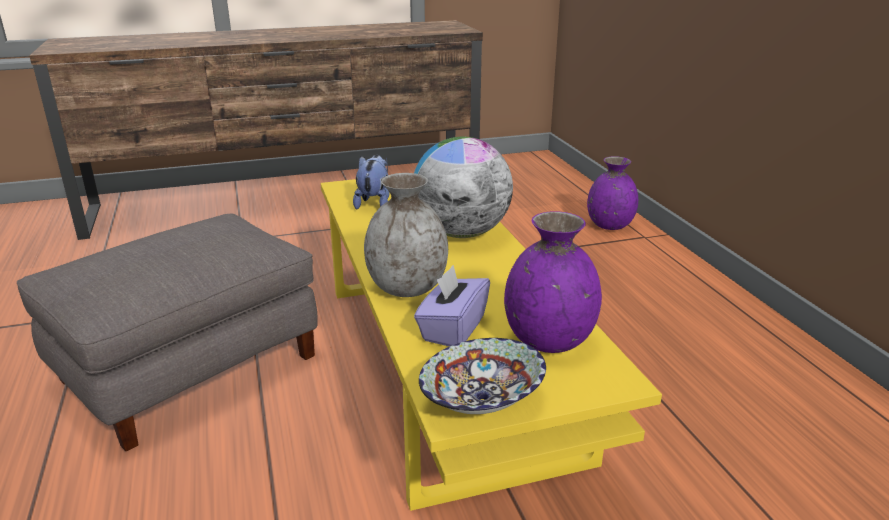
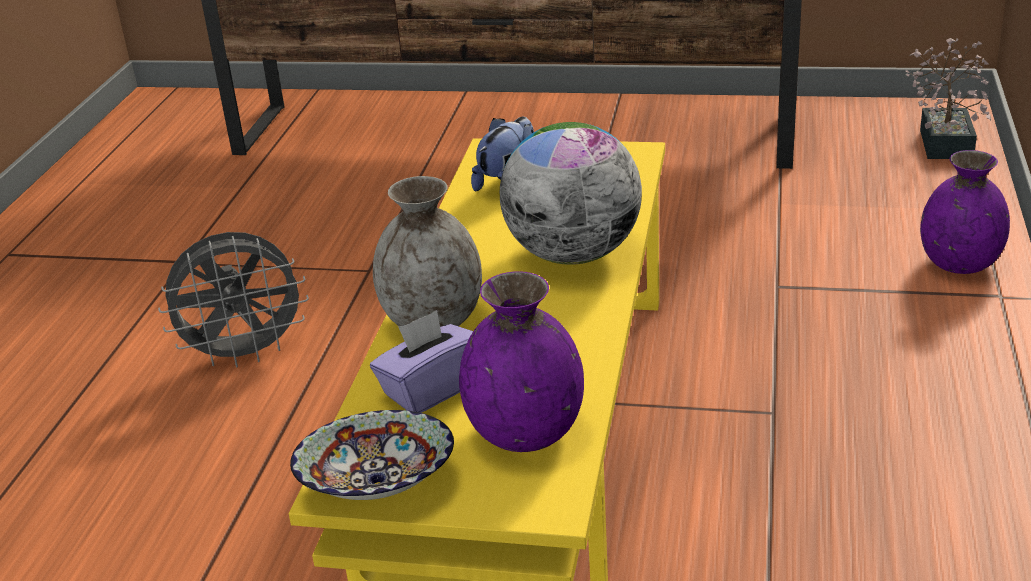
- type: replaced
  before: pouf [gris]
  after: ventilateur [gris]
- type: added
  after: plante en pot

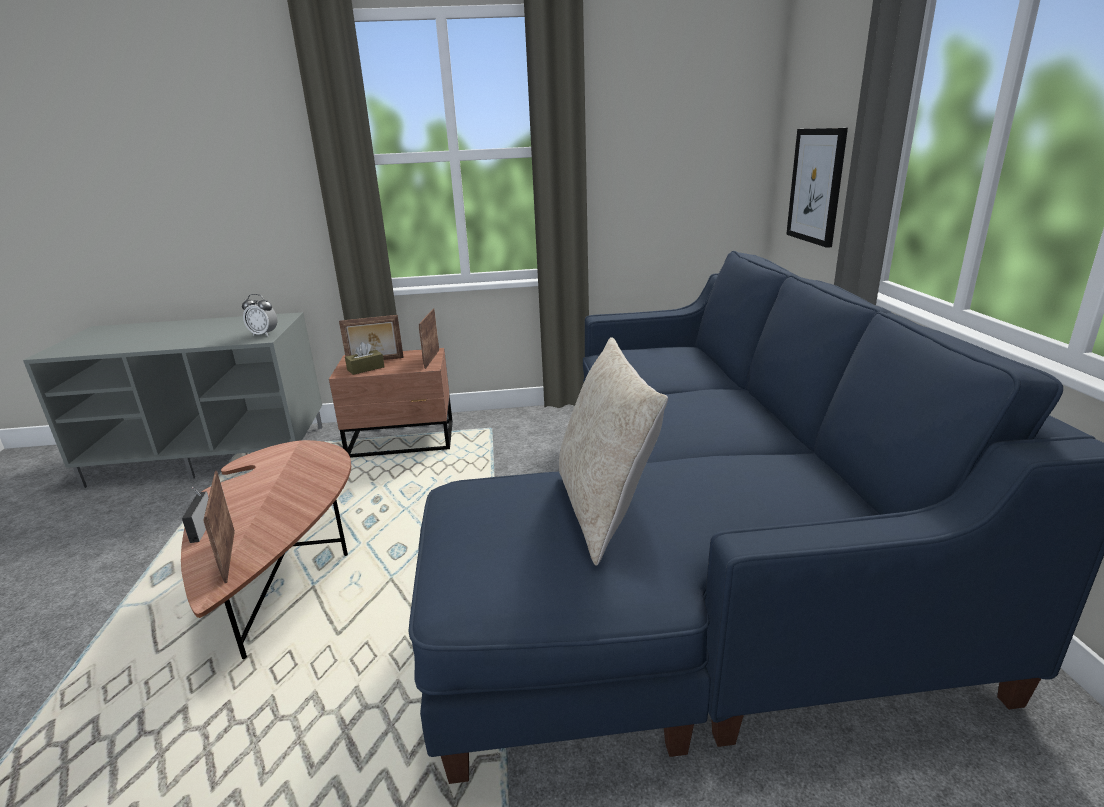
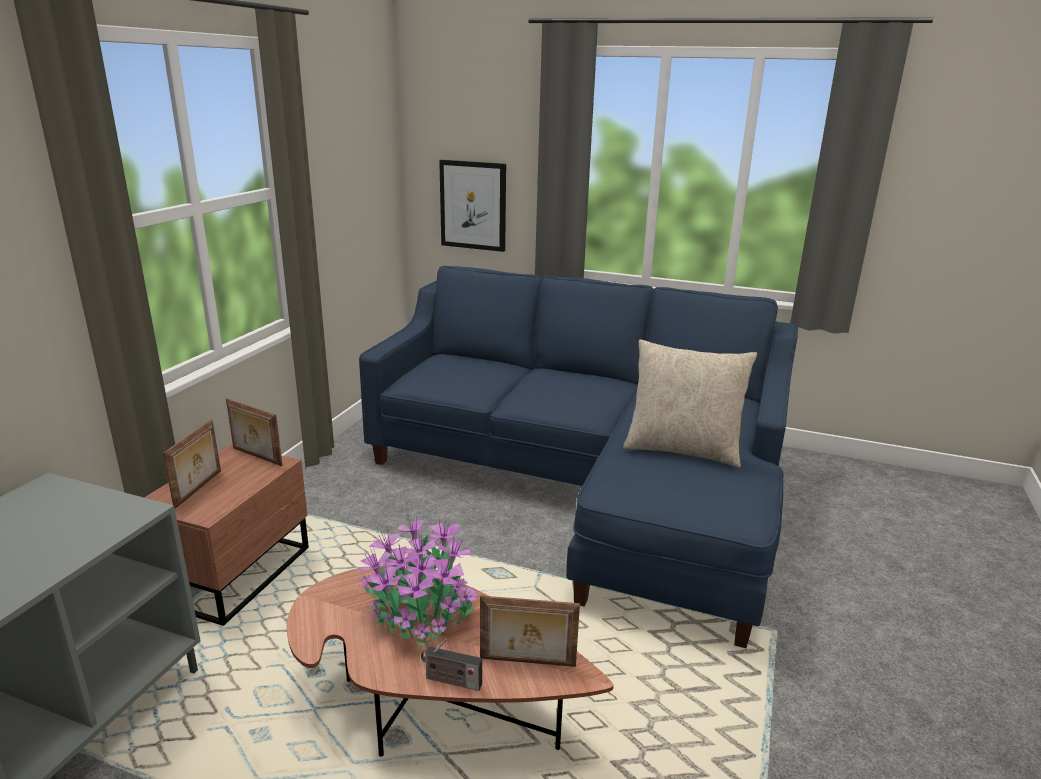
- type: removed
  before: réveil
- type: removed
  before: boîte à mouchoirs [marron]
- type: added
  after: plante en pot

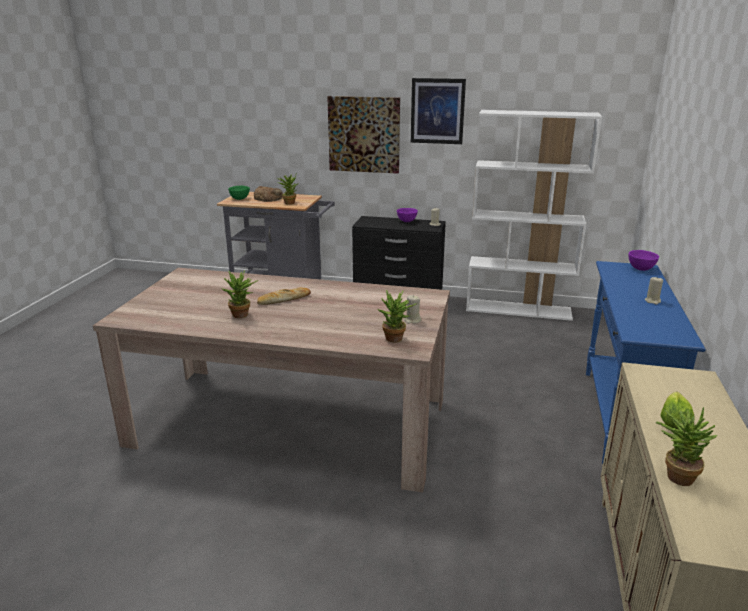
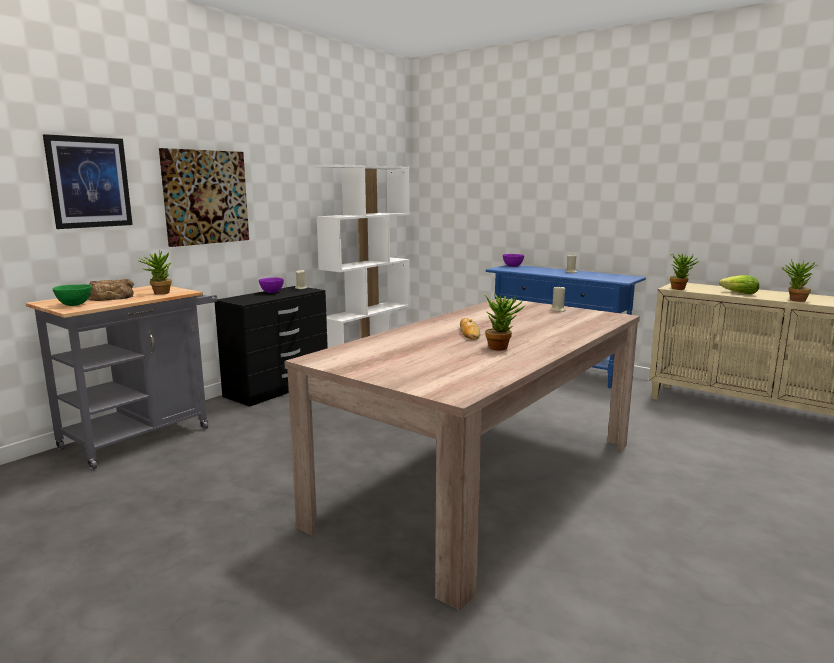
- type: moved
  before: plante en pot (3rd from left)
- type: moved
  before: tableau (2nd from left in the first image)
  after: tableau (1st from left)

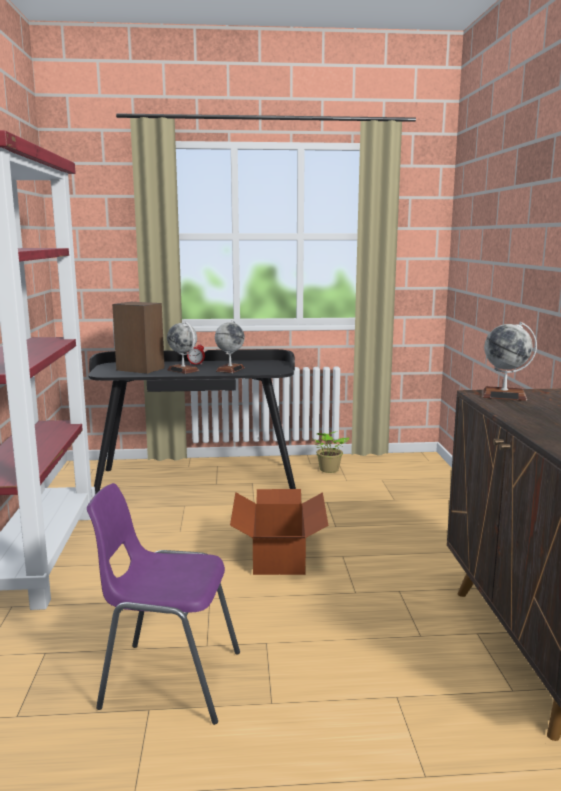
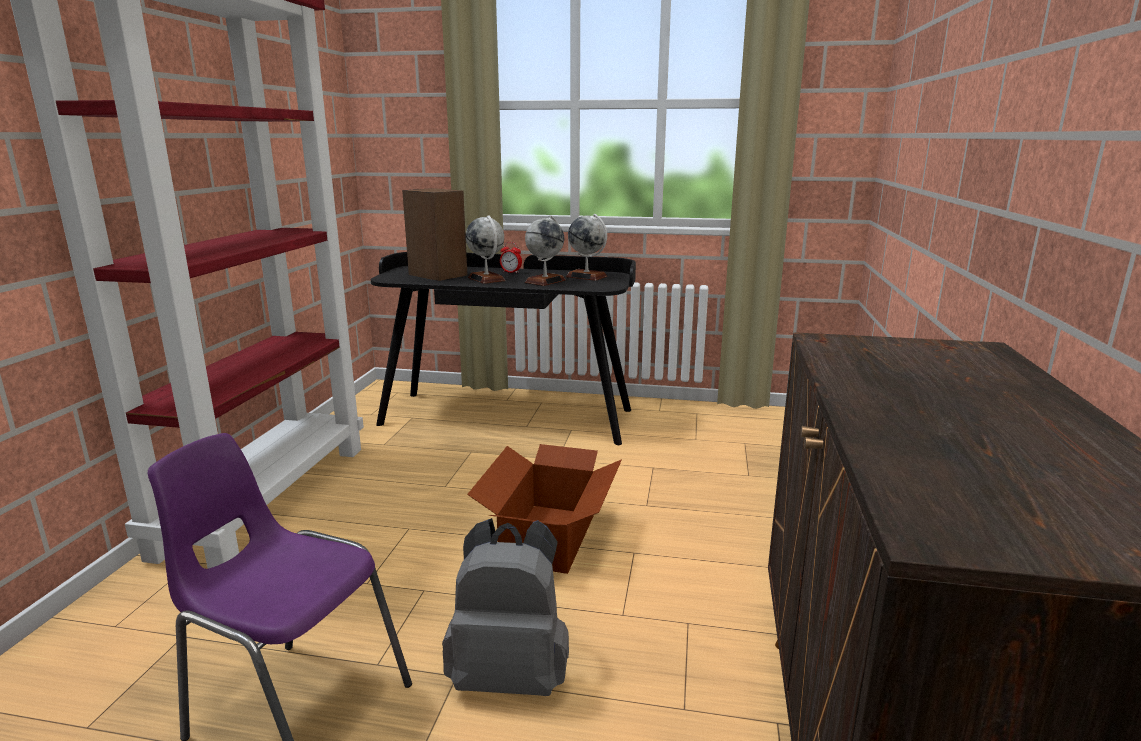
- type: removed
  before: plante en pot
- type: moved
  before: globe (3rd from left)
- type: added
  after: sac à dos [gris]

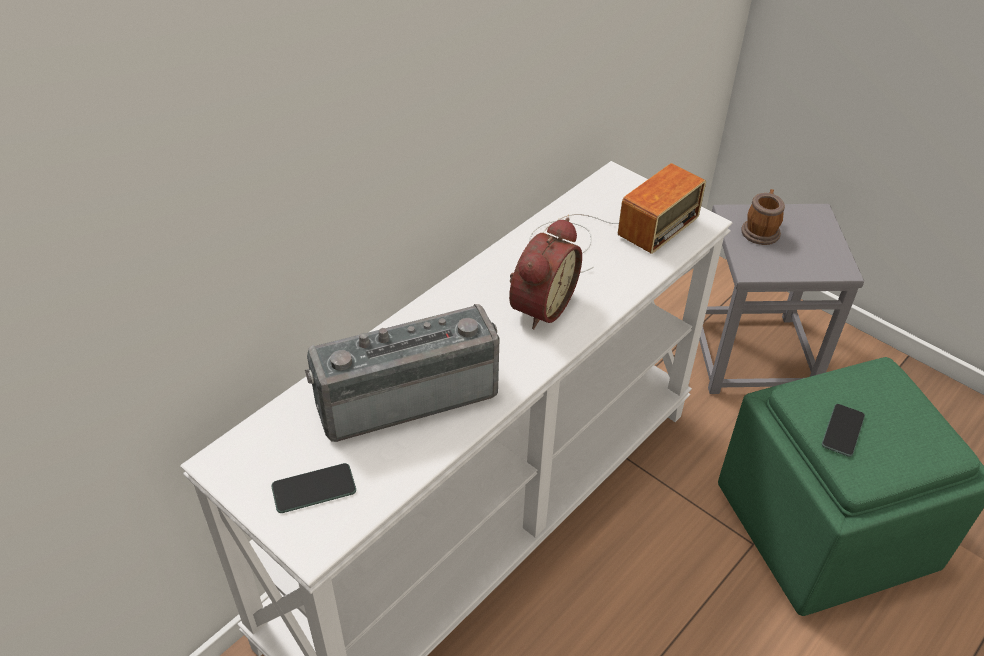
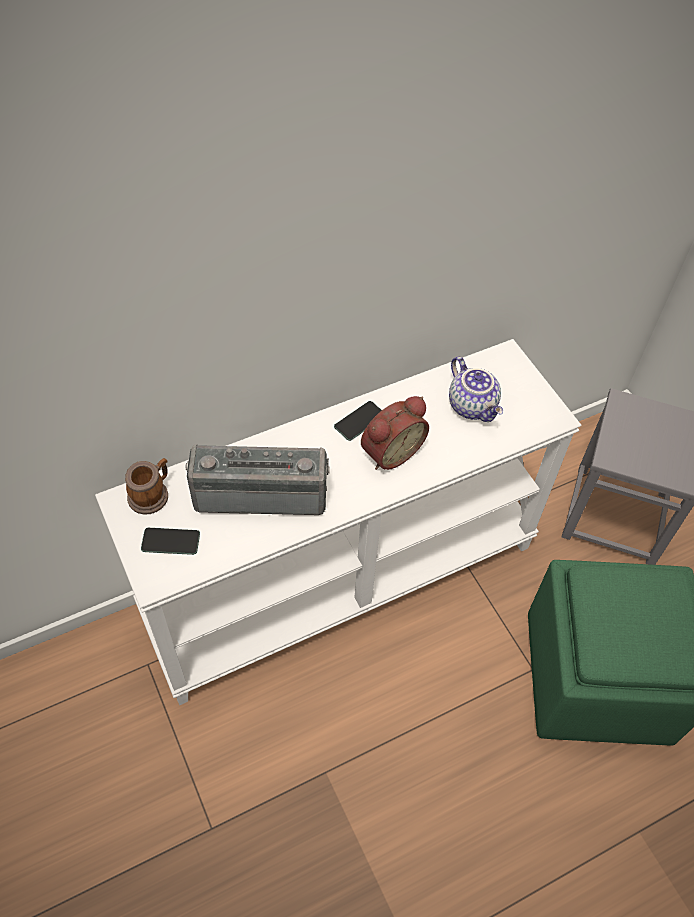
- type: replaced
  before: radio (2nd from left)
  after: théière
- type: moved
  before: mug
- type: moved
  before: téléphone (2nd from left)

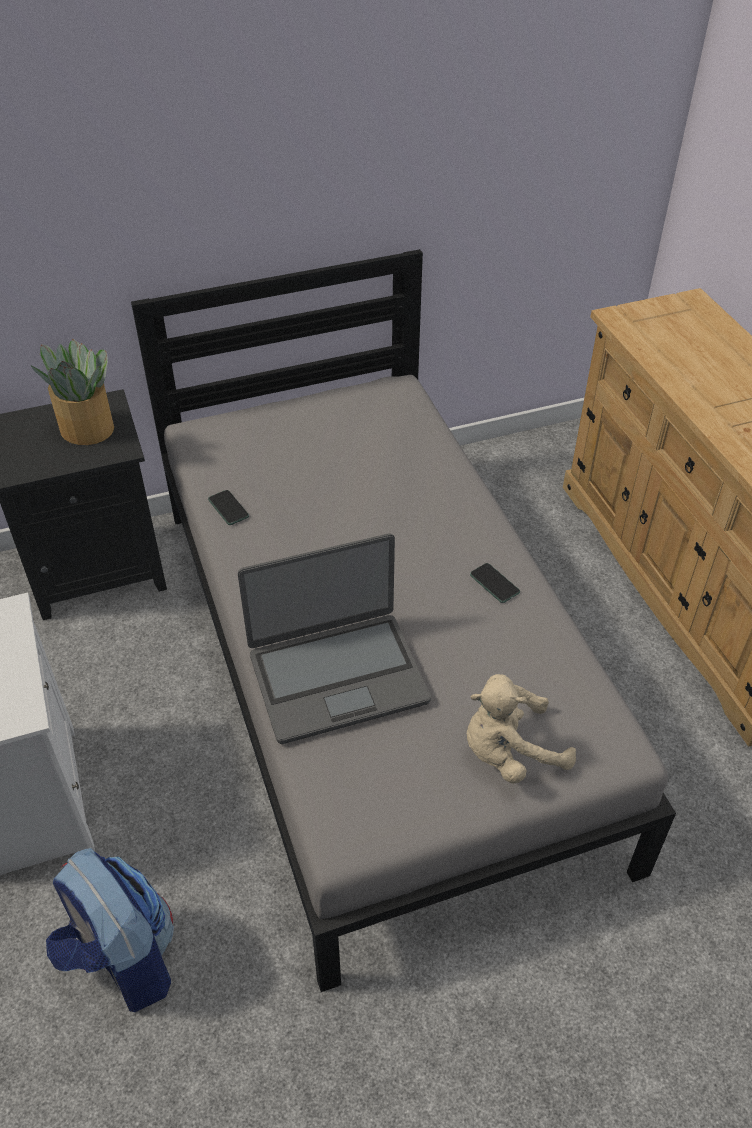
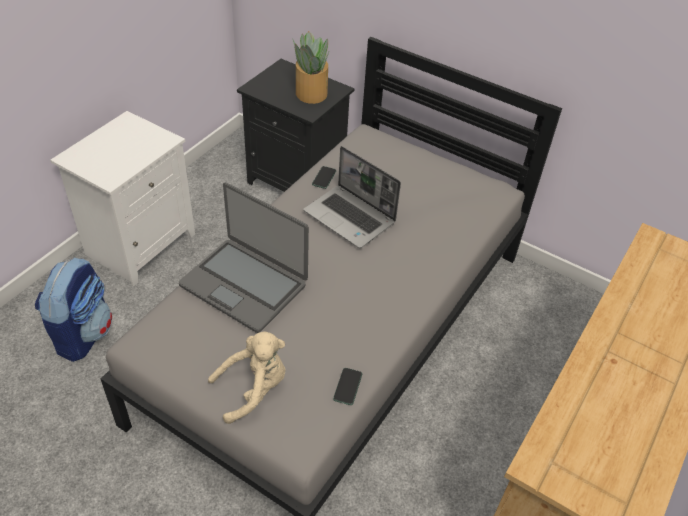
- type: turned
  before: peluche [beige]
  turn: 120
- type: moved
  before: téléphone (2nd from left)
- type: added
  after: ordinateur portable (2nd from left)

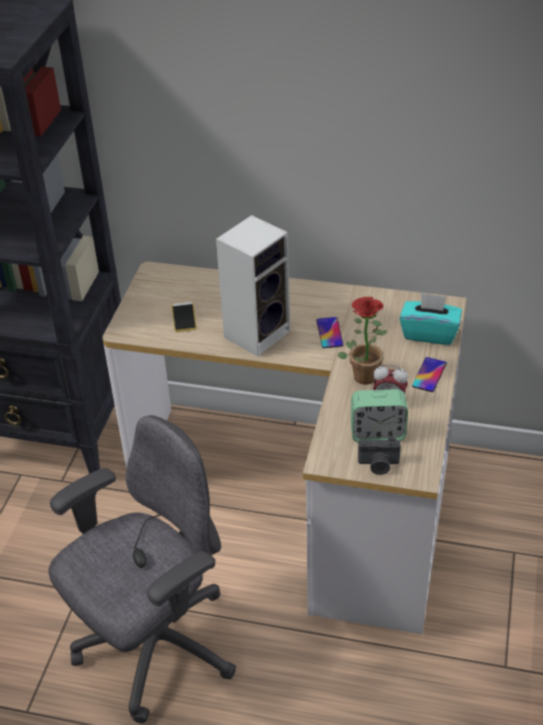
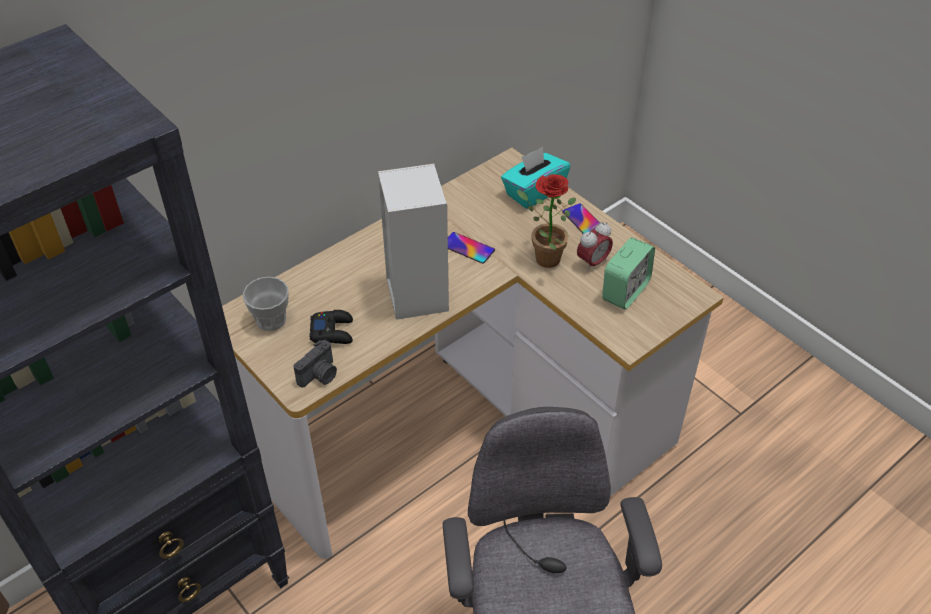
- type: replaced
  before: téléphone (1st from left)
  after: manette [noir]
- type: moved
  before: appareil photo
- type: added
  after: tasse

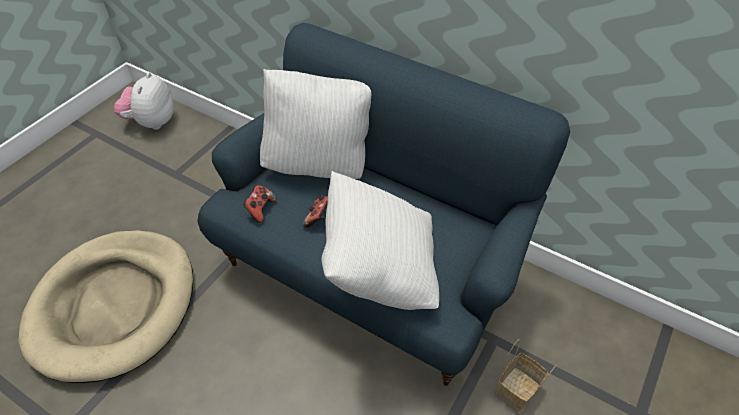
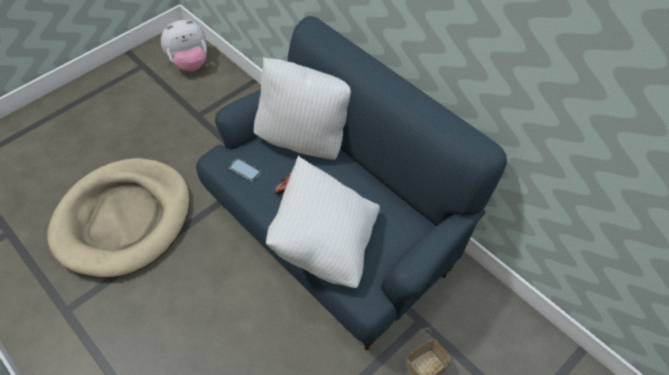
- type: turned
  before: peluche
  turn: -135
- type: replaced
  before: manette (1st from left)
  after: téléphone

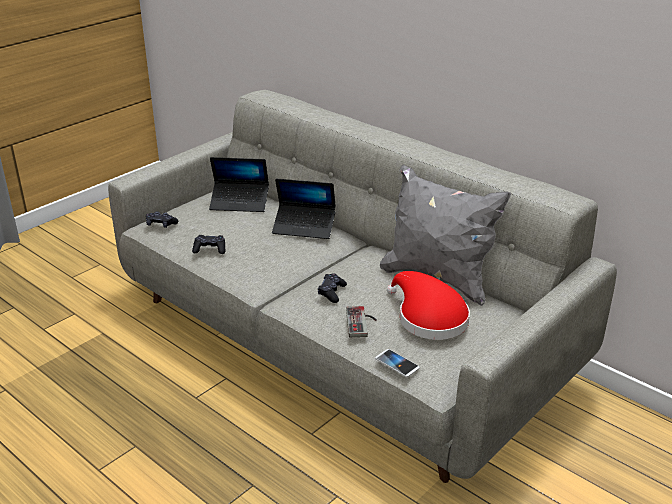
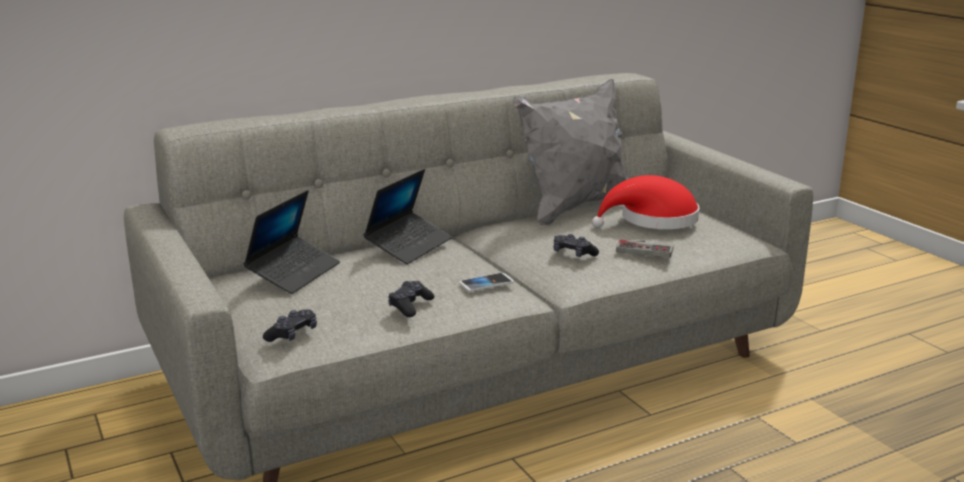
- type: moved
  before: téléphone

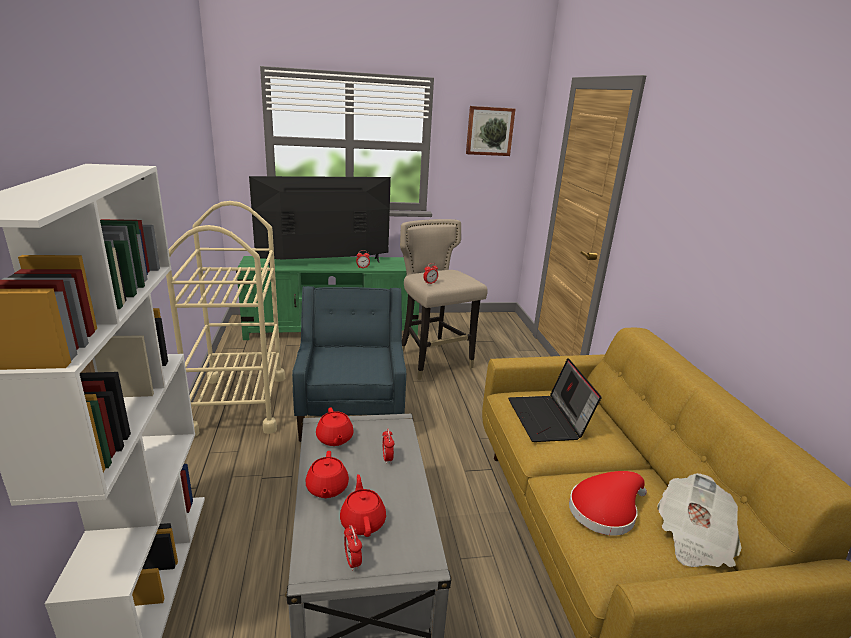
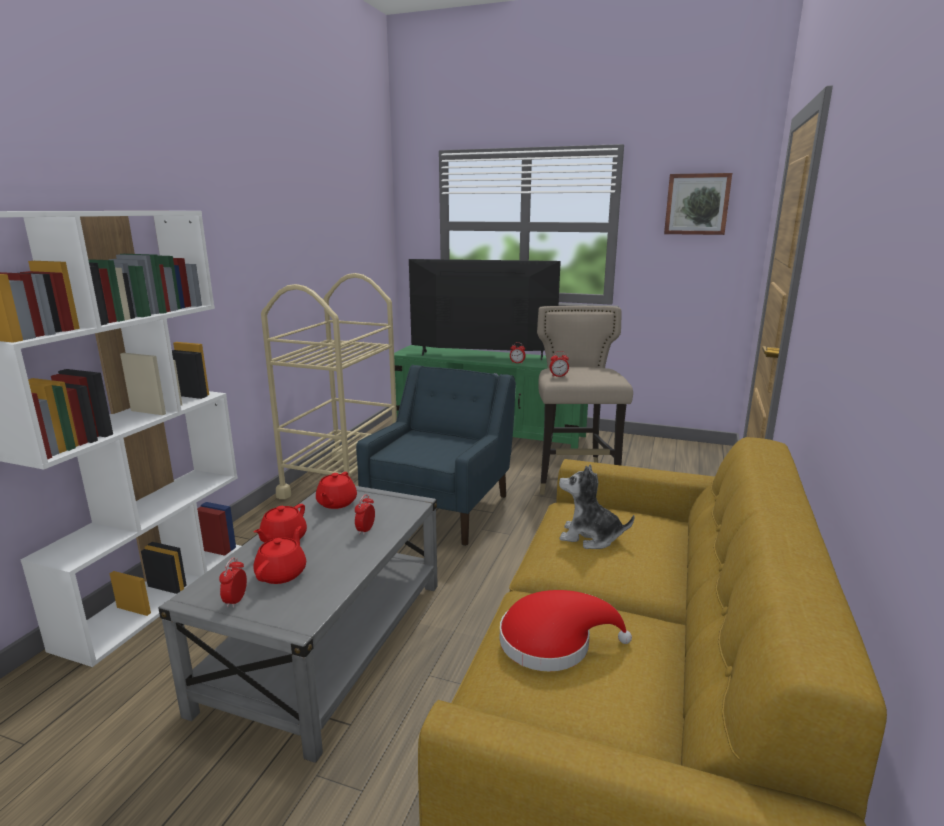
- type: replaced
  before: ordinateur portable
  after: peluche
- type: removed
  before: journal

